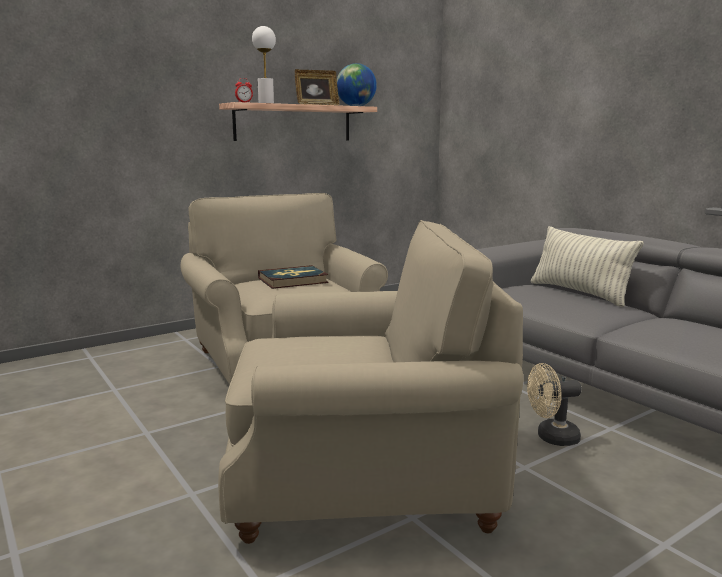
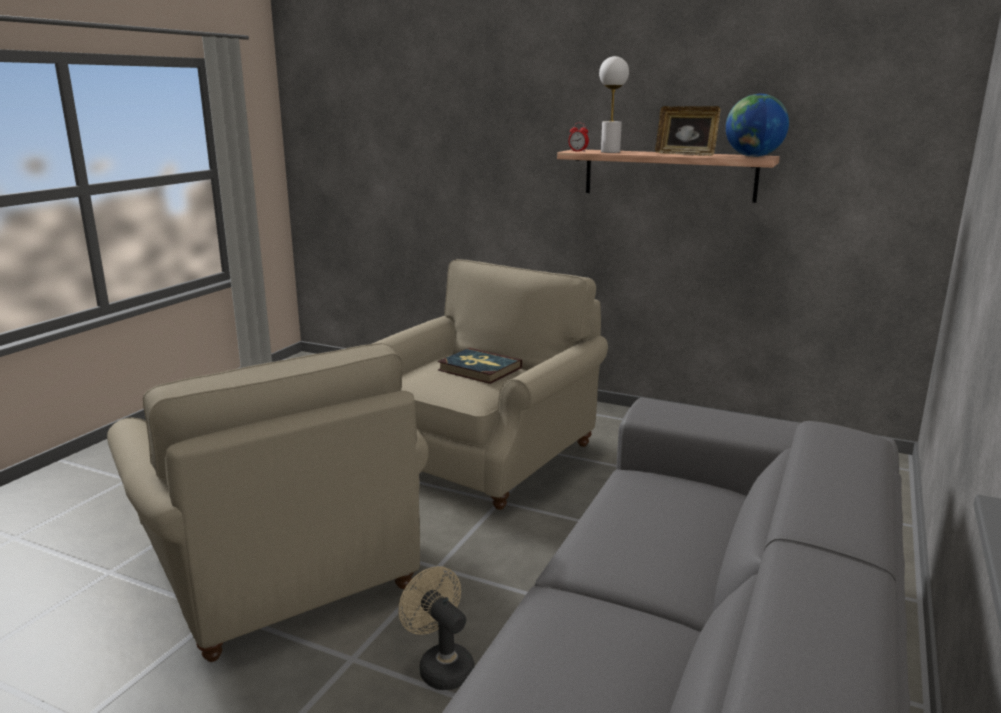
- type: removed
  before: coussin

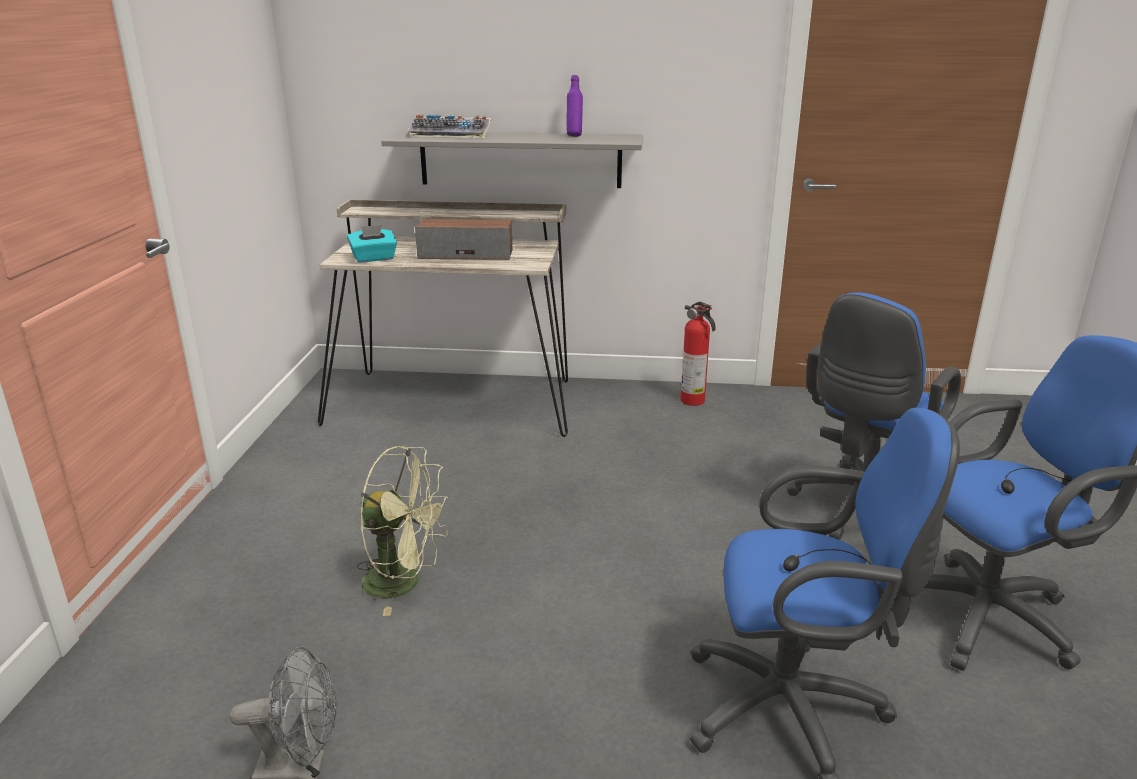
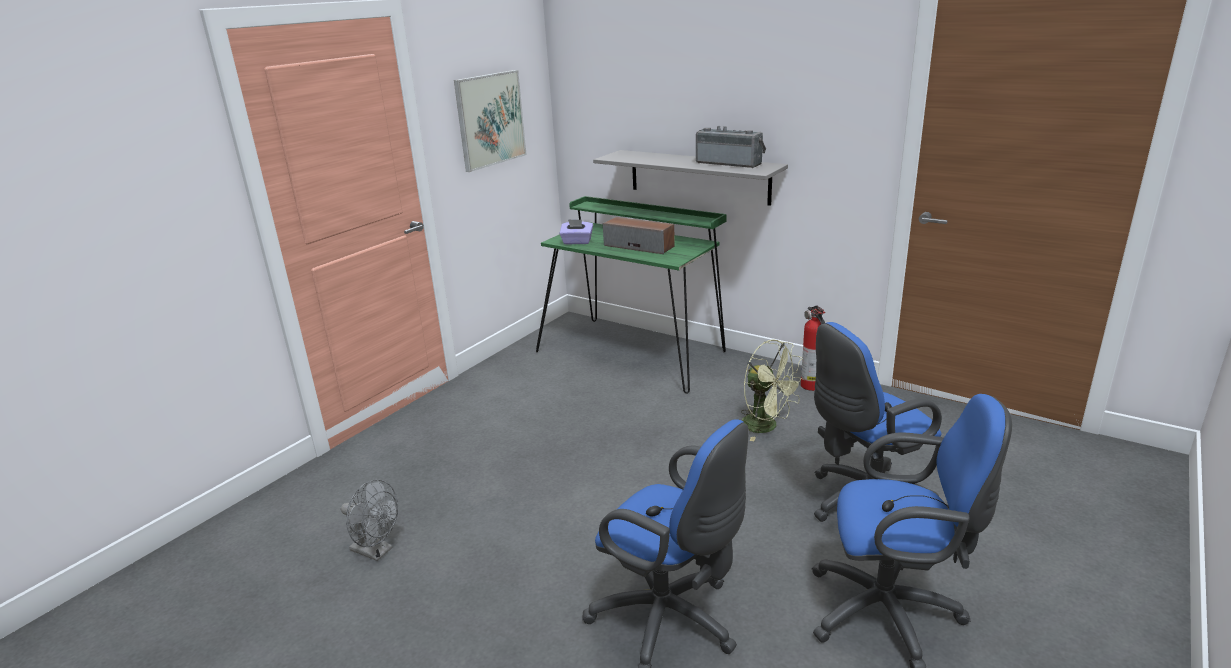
- type: recoloured
  before: bureau [beige]
  after: bureau [vert]
- type: recoloured
  before: boîte à mouchoirs [turquoise]
  after: boîte à mouchoirs [violet]
- type: moved
  before: ventilateur [vert]
- type: removed
  before: clavier
- type: replaced
  before: bouteille [violet]
  after: radio
- type: added
  after: tableau

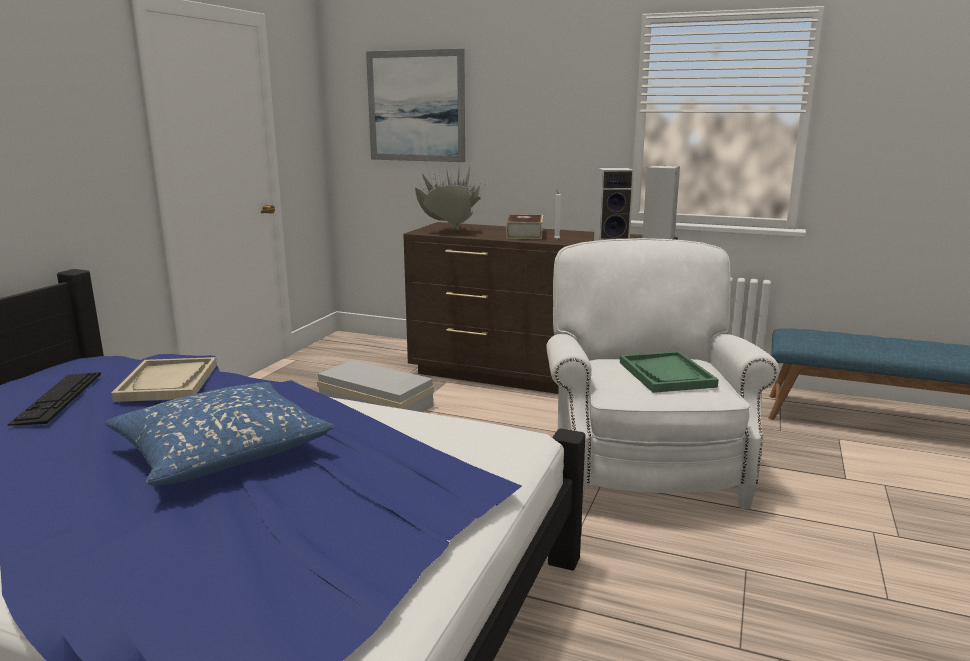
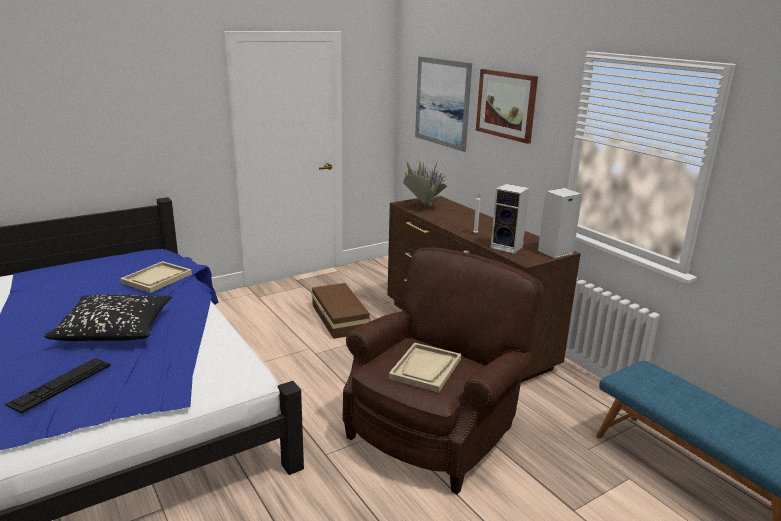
- type: moved
  before: clavier
- type: recoloured
  before: coussin [bleu]
  after: coussin [noir]
- type: recoloured
  before: boîte de rangement [blanc]
  after: boîte de rangement [marron]
- type: removed
  before: livre
- type: recoloured
  before: fauteuil [blanc]
  after: fauteuil [marron]
- type: recoloured
  before: plateau [vert]
  after: plateau [beige] (2nd from left)
- type: added
  after: tableau (2nd from left)

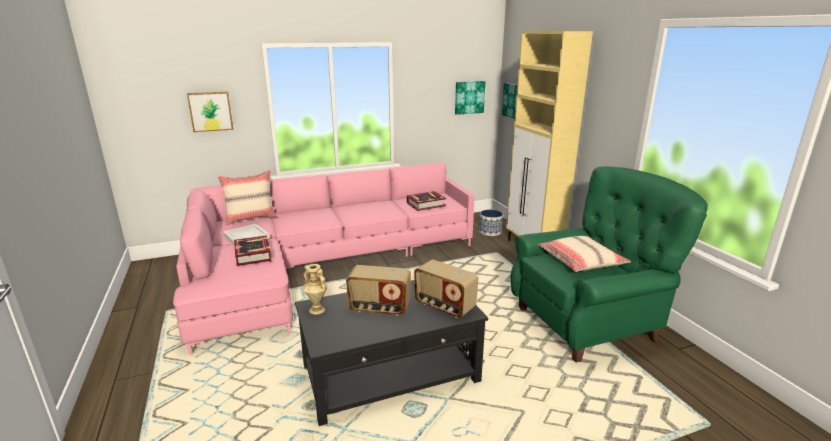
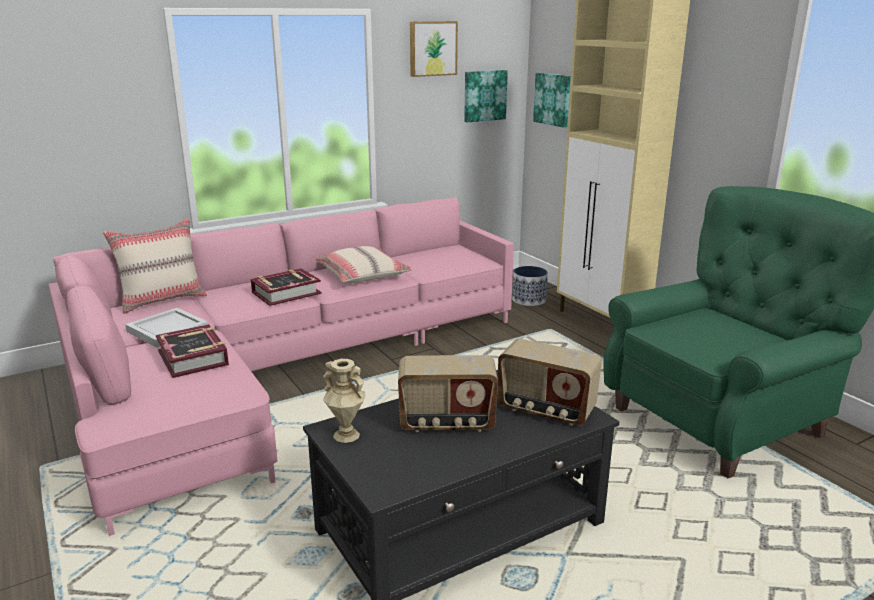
- type: moved
  before: tableau (1st from left)
- type: moved
  before: livre (2nd from left)
- type: moved
  before: coussin [beige] (2nd from left)

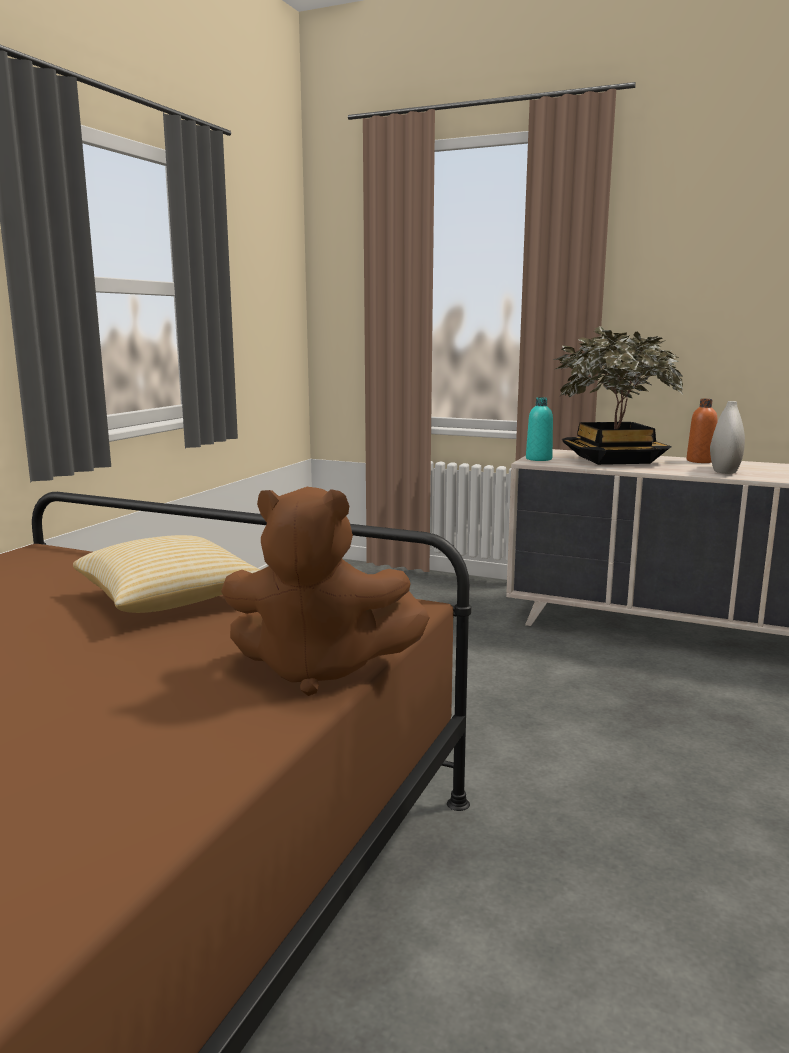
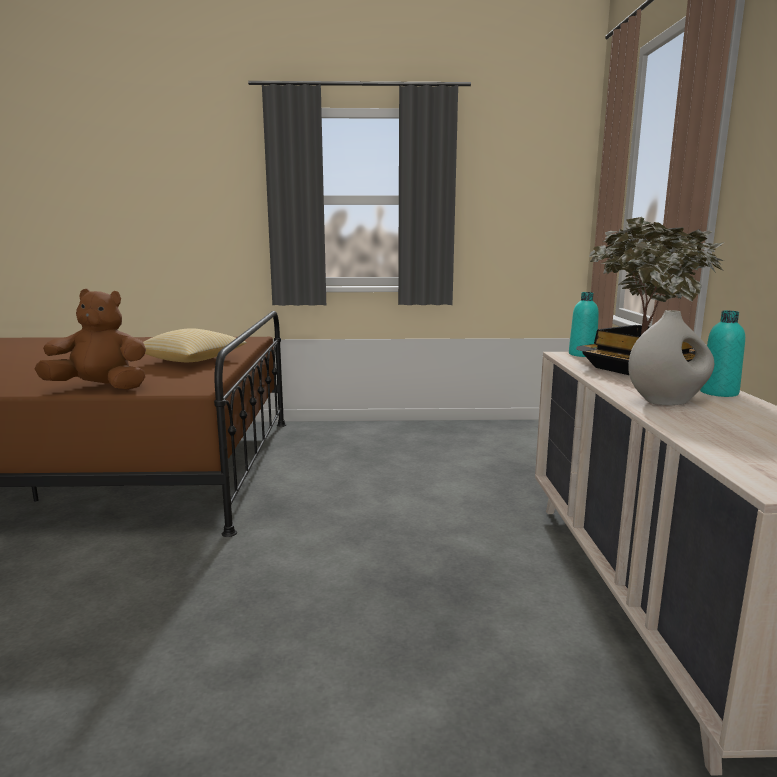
- type: turned
  before: peluche [marron]
  turn: 105
- type: recoloured
  before: bouteille [orange]
  after: bouteille [turquoise] (2nd from left)

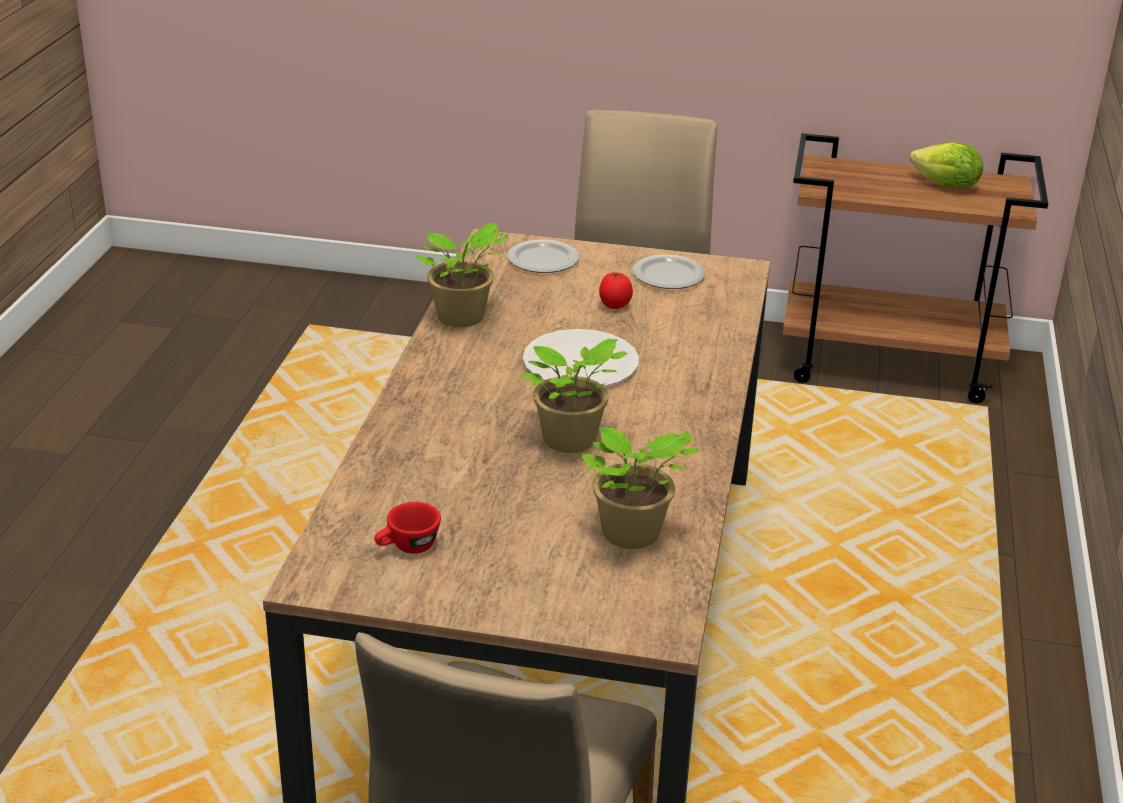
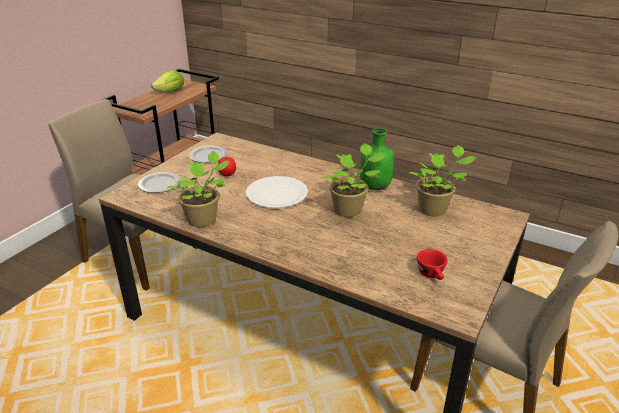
- type: added
  after: bouteille [vert]

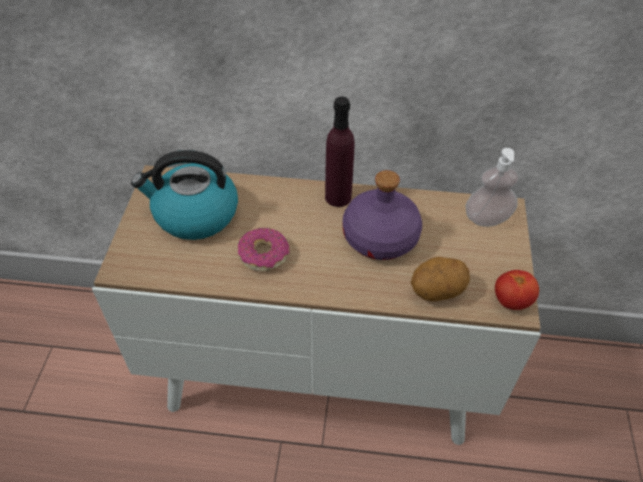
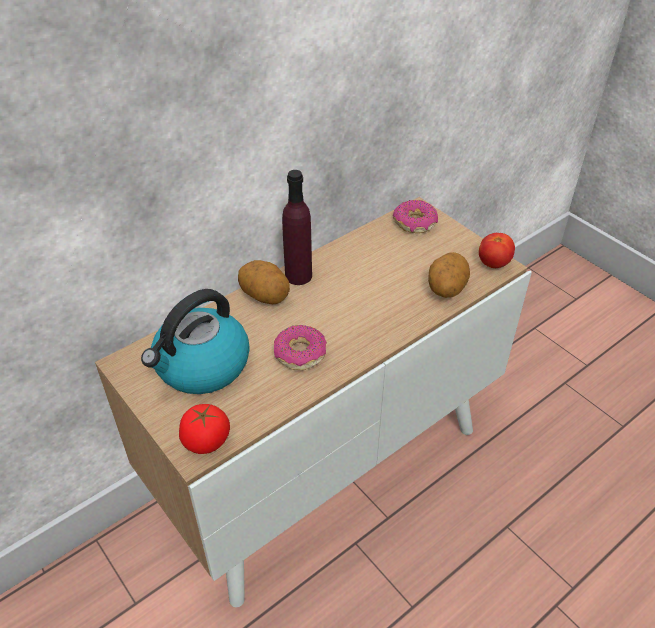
- type: removed
  before: bouteille [violet] (2nd from left)
- type: replaced
  before: distributeur de savon
  after: beignet (2nd from left)
- type: added
  after: tomate (1st from left)
- type: added
  after: pomme de terre (1st from left)

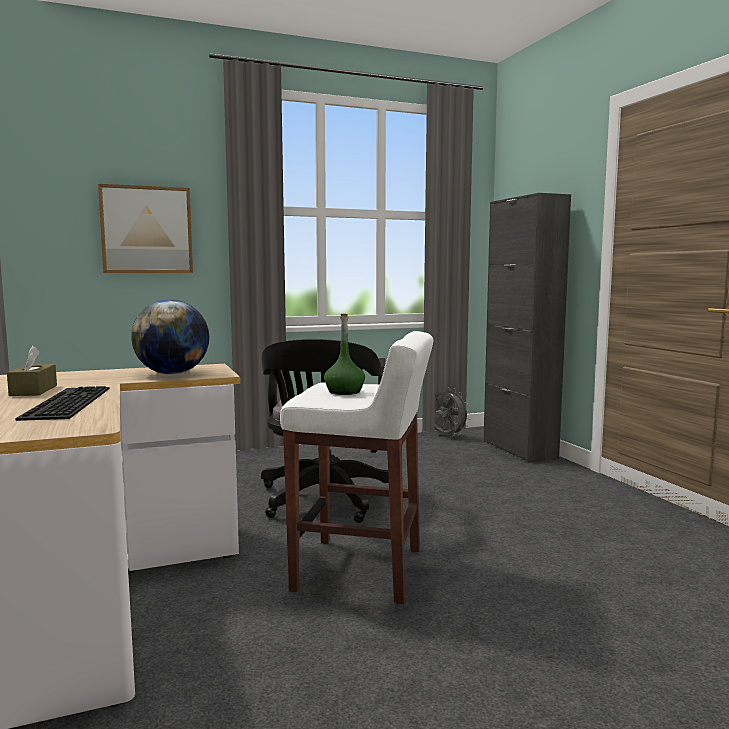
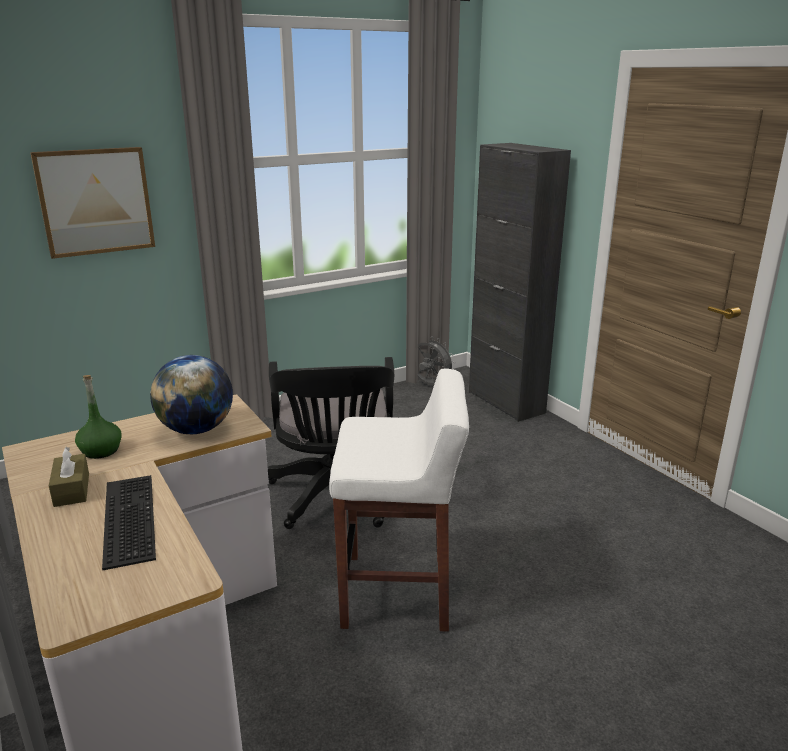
- type: moved
  before: bouteille [vert]

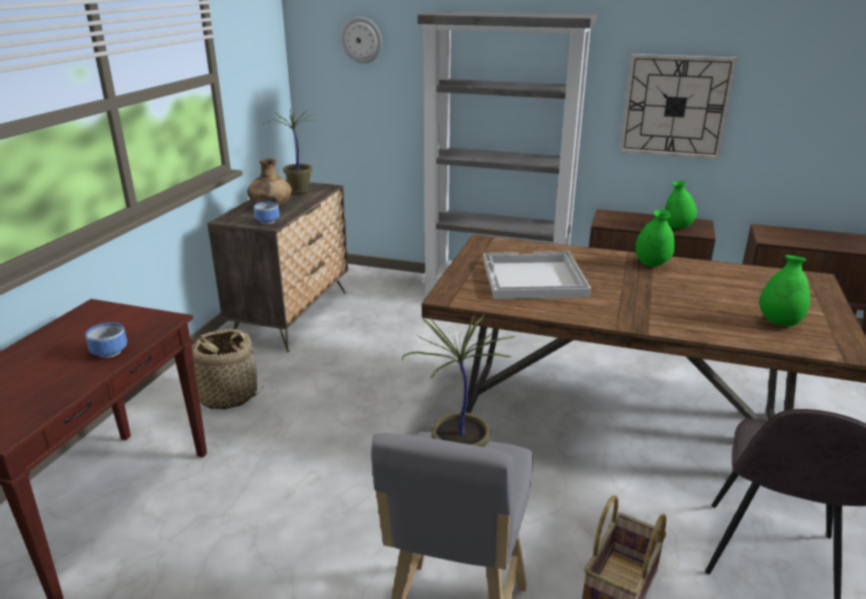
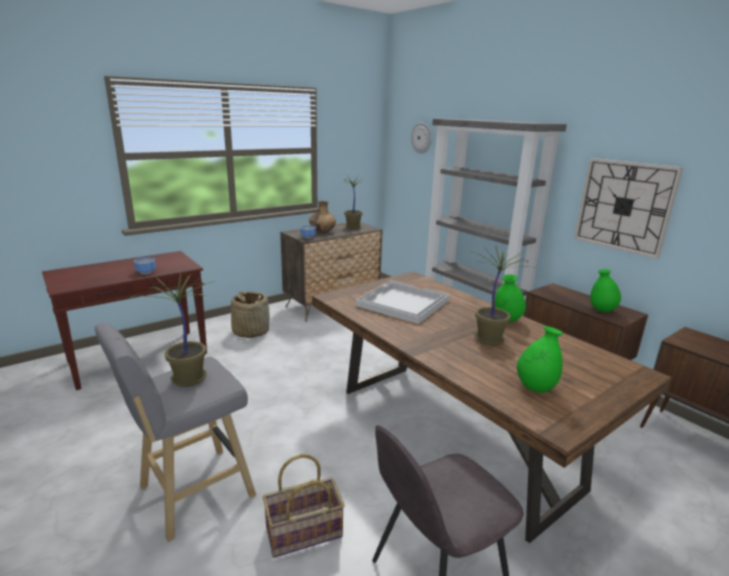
- type: added
  after: plante en pot (3rd from left)

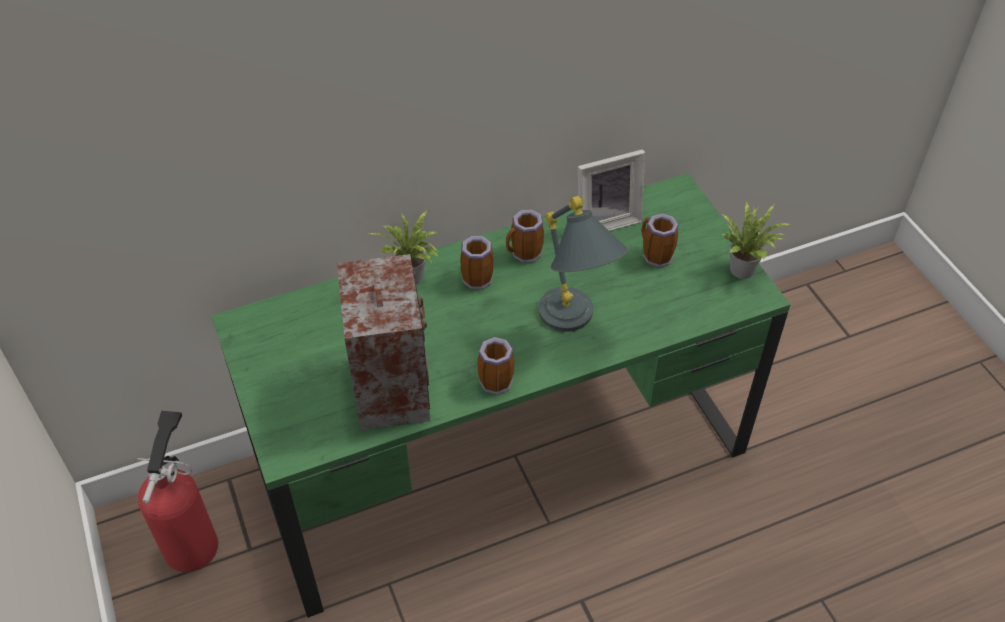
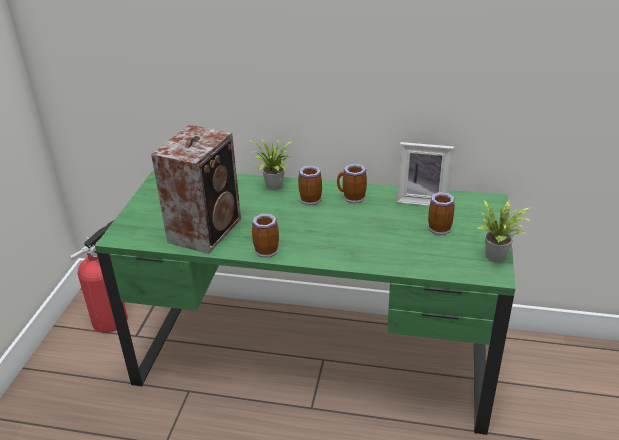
- type: removed
  before: lampe de table [gris]

